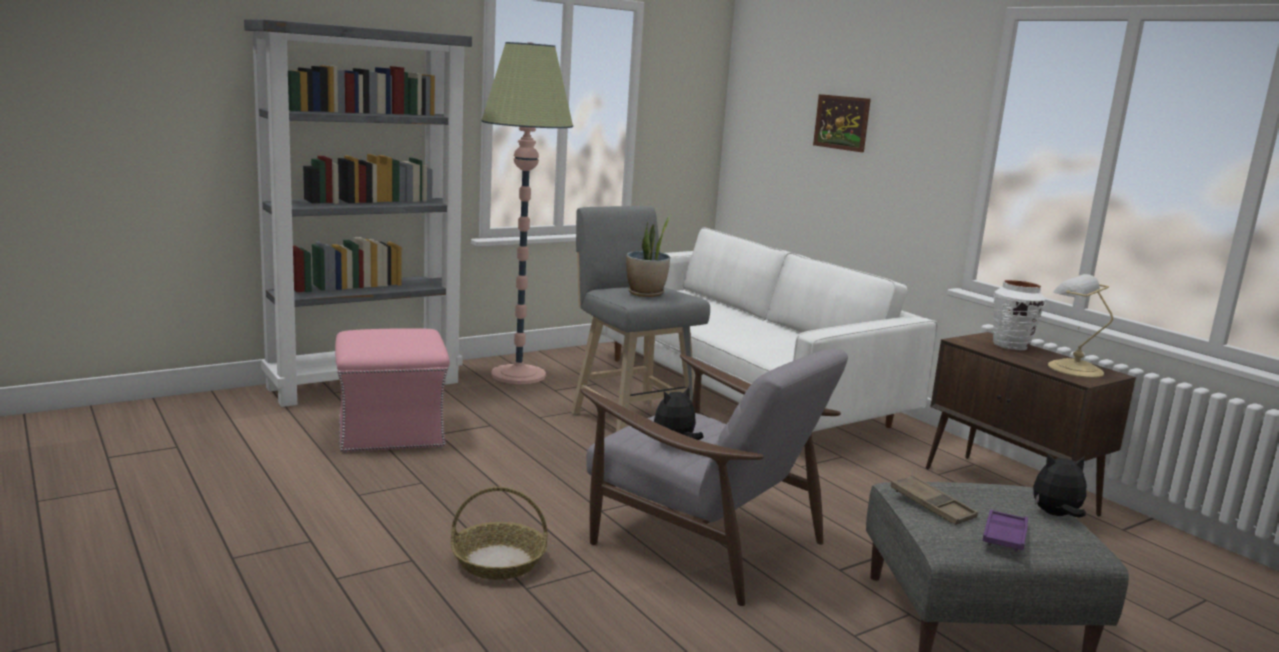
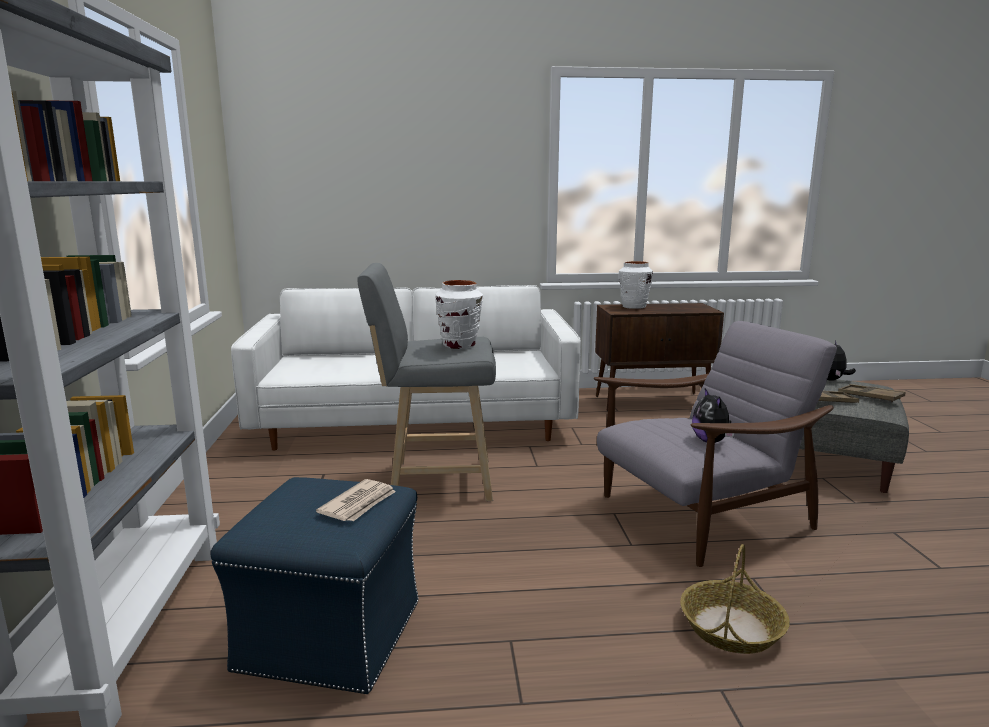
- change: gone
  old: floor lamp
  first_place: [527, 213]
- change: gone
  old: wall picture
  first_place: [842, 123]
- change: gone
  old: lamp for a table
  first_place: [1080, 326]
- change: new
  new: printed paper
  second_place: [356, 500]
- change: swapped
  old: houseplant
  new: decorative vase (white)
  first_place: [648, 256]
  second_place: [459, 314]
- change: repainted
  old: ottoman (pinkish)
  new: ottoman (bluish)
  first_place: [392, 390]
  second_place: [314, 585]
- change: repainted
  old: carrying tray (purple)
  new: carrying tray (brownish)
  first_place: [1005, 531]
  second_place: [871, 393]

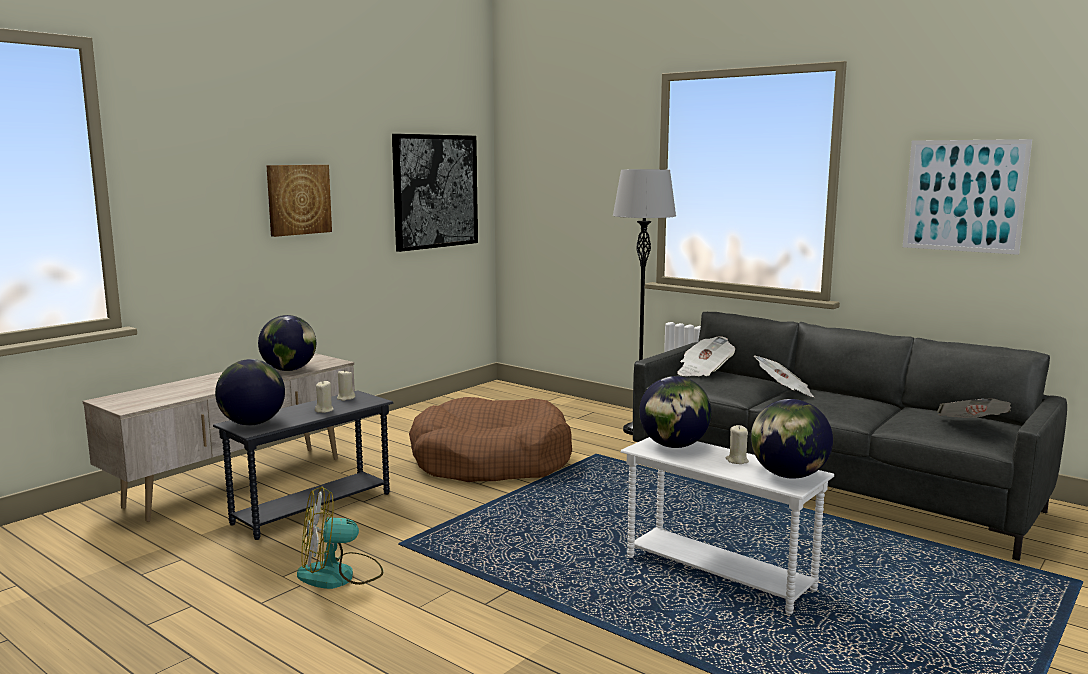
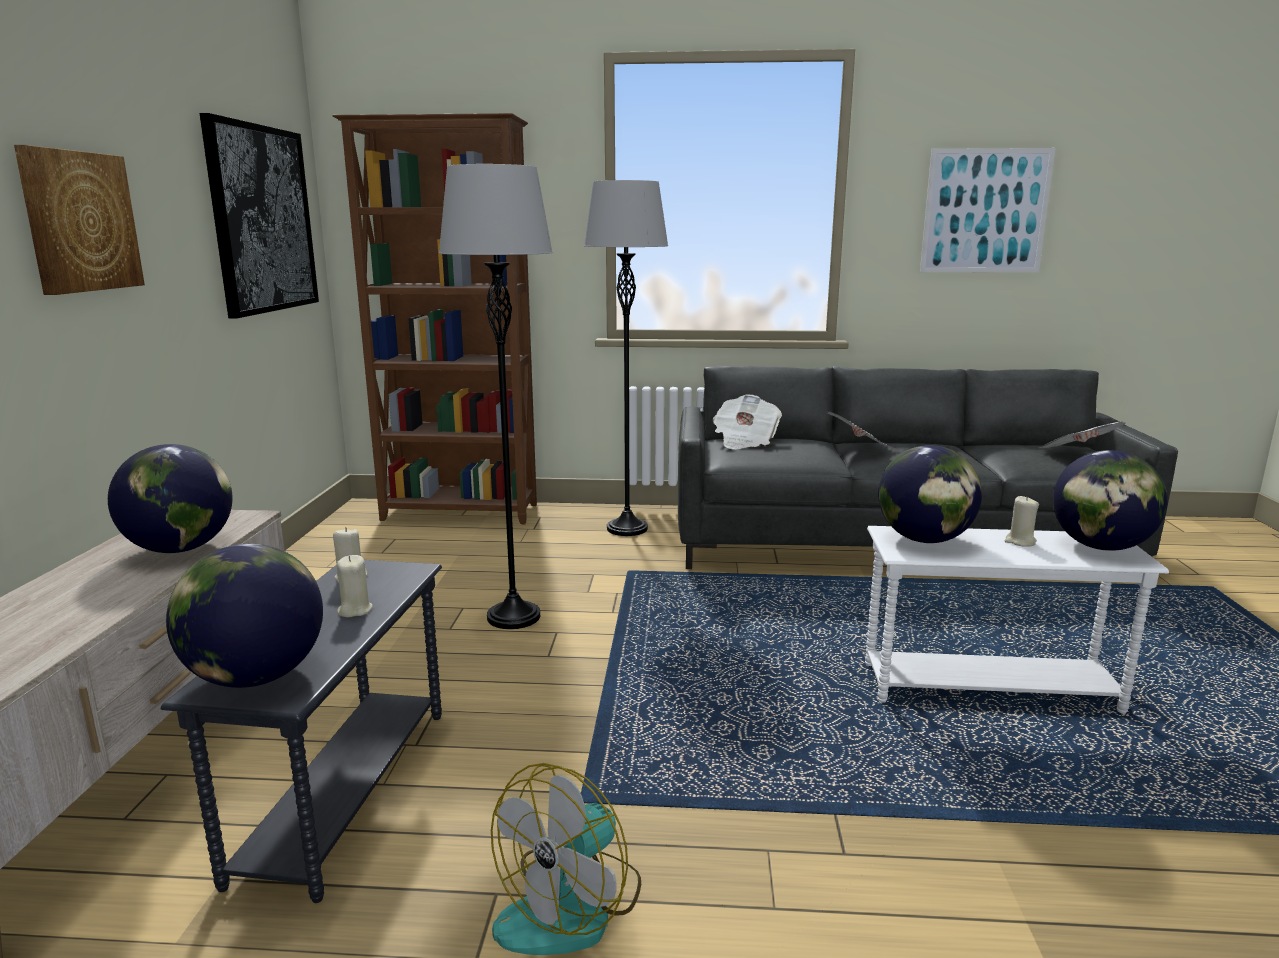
- change: new
  new: shelving unit (brownish)
  second_place: [435, 318]
- change: swapped
  old: dog bed (brownish)
  new: floor lamp (gray)
  first_place: [490, 439]
  second_place: [496, 396]

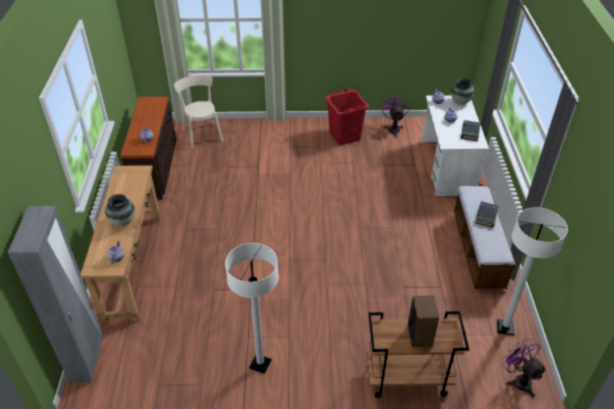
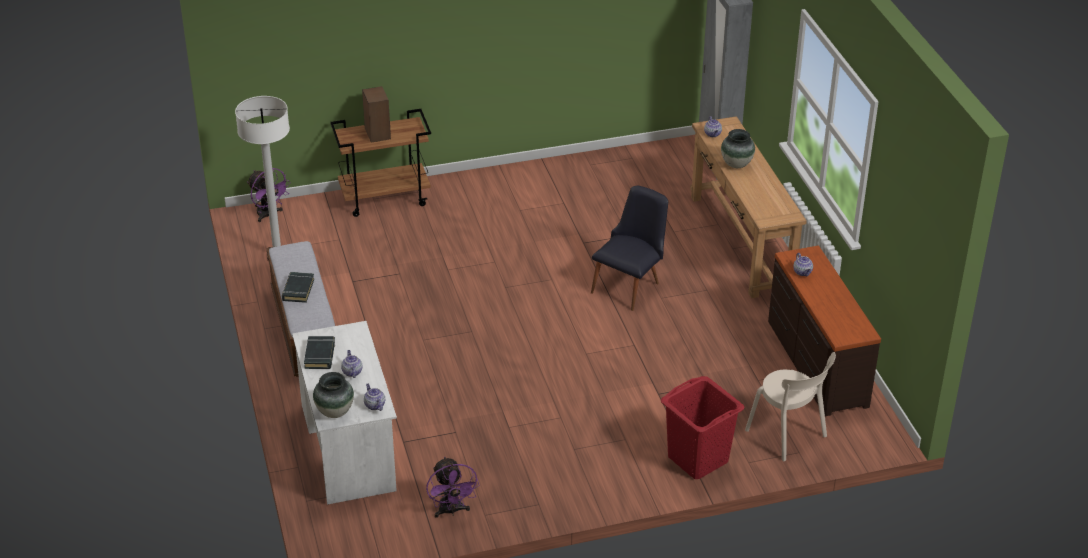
- change: gone
  old: floor lamp (white)
  first_place: [251, 308]
- change: new
  new: plain chair (blackish)
  second_place: [629, 248]
- change: shifted
  old: hamper (red-coloured)
  first_place: [347, 117]
  second_place: [703, 427]

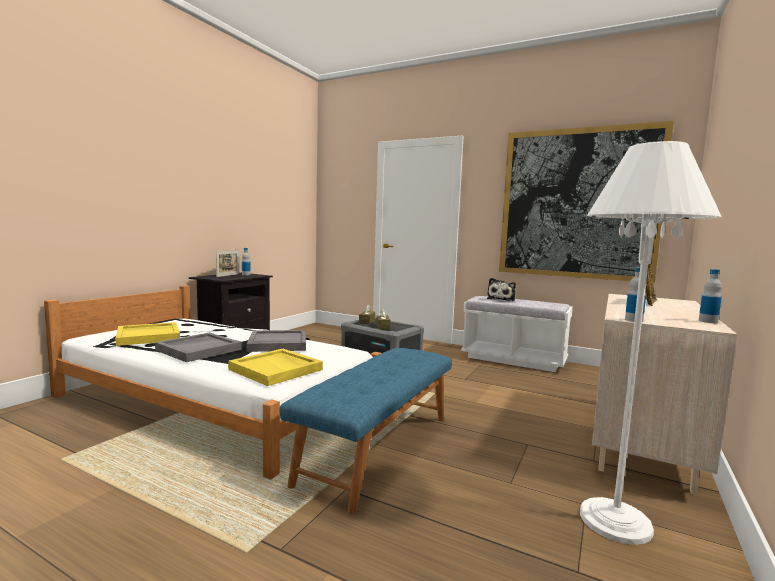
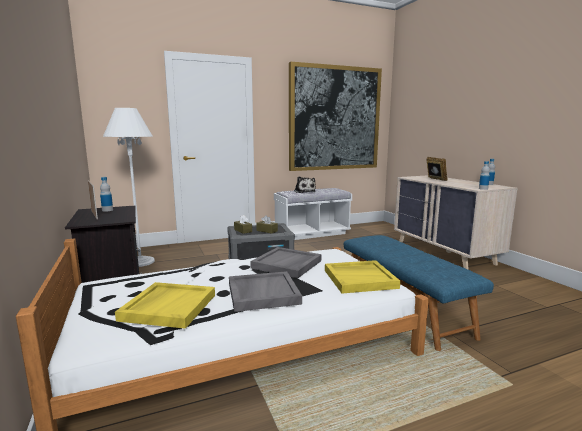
- change: shifted
  old: floor lamp (white)
  first_place: [651, 343]
  second_place: [129, 187]

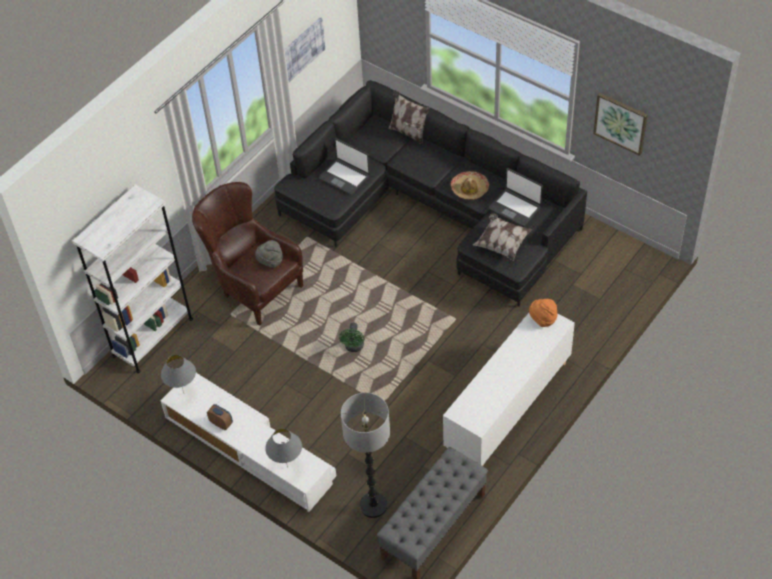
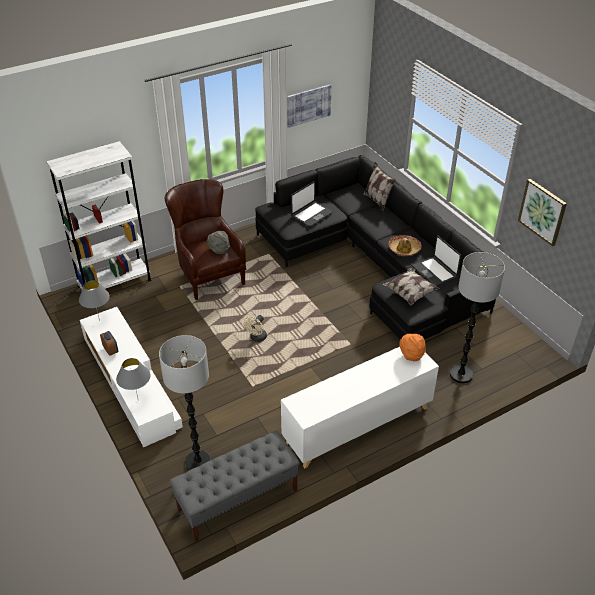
- change: new
  new: floor lamp
  second_place: [477, 318]
- change: repainted
  old: electric fan (greenish)
  new: electric fan (beige)
  first_place: [351, 337]
  second_place: [255, 328]
- change: rotated
  old: notebook computer
  first_place: [344, 166]
  second_place: [312, 204]
  degrees: -105

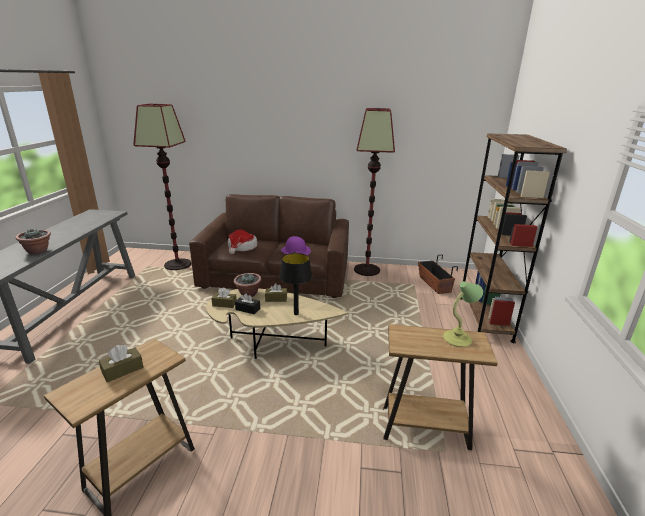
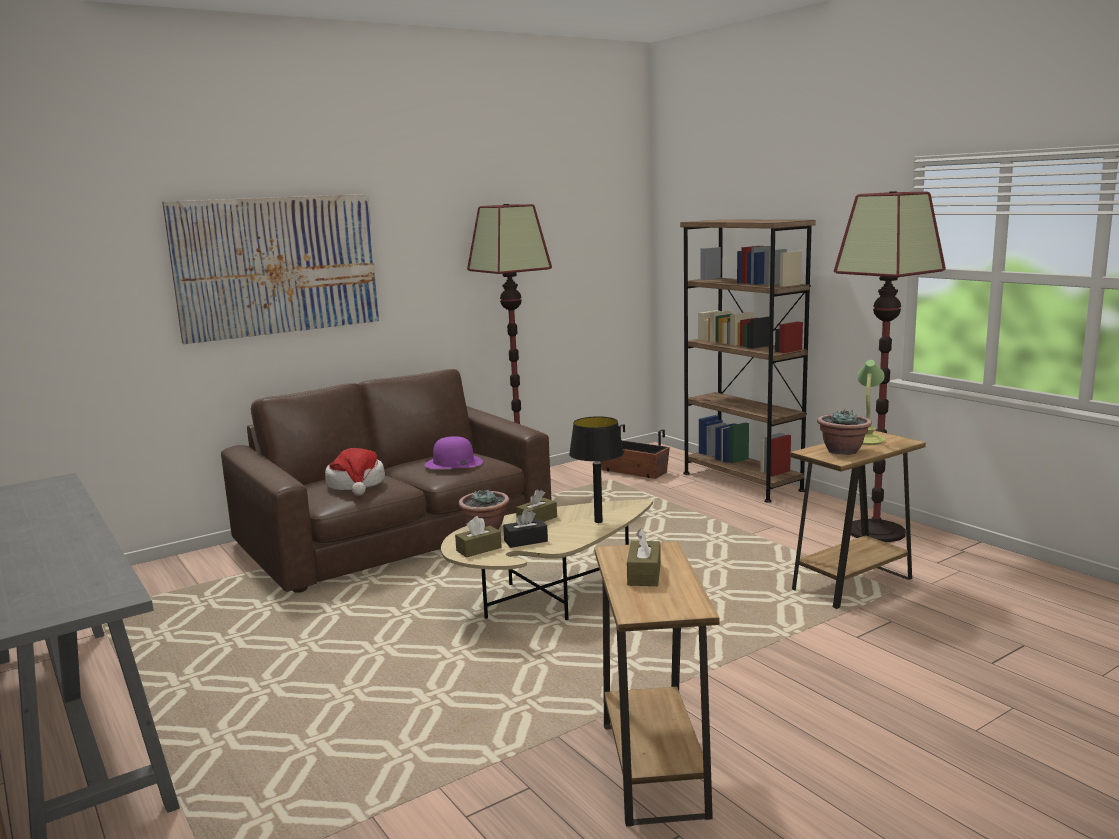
- change: new
  new: wall picture
  second_place: [270, 269]
- change: shifted
  old: houseplant
  first_place: [33, 241]
  second_place: [844, 432]
- change: shifted
  old: floor lamp
  first_place: [162, 187]
  second_place: [890, 366]

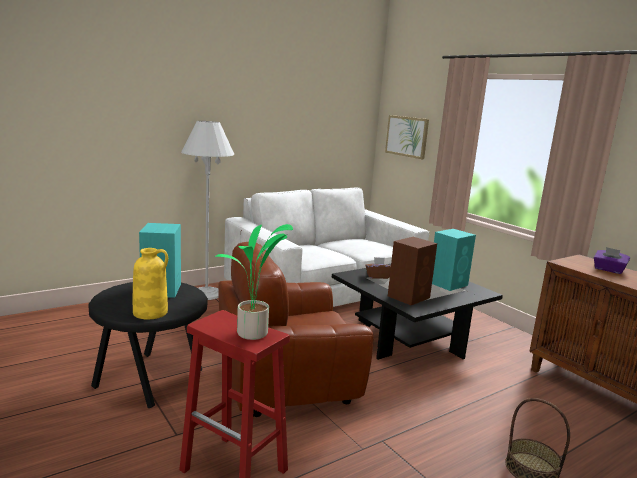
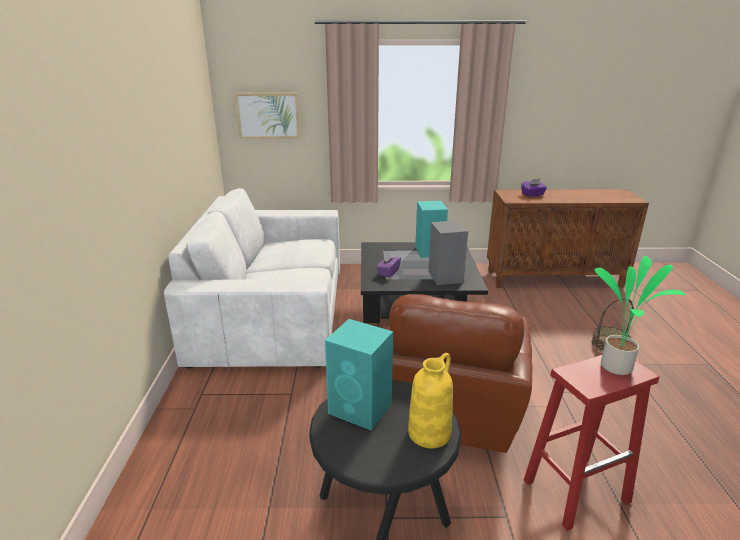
- change: gone
  old: floor lamp (white)
  first_place: [207, 210]
- change: repainted
  old: box of tissues (brownish)
  new: box of tissues (purple)
  first_place: [378, 268]
  second_place: [389, 265]
- change: repainted
  old: loudspeaker (brownish)
  new: loudspeaker (gray)
  first_place: [412, 271]
  second_place: [448, 252]

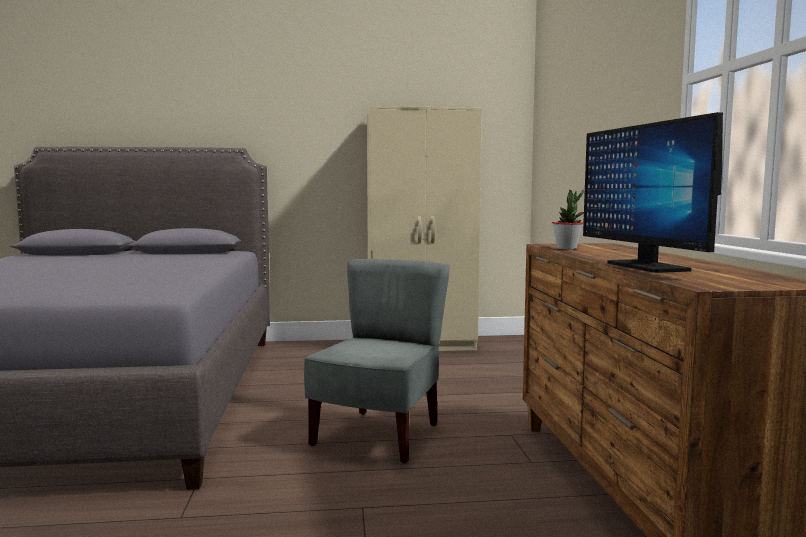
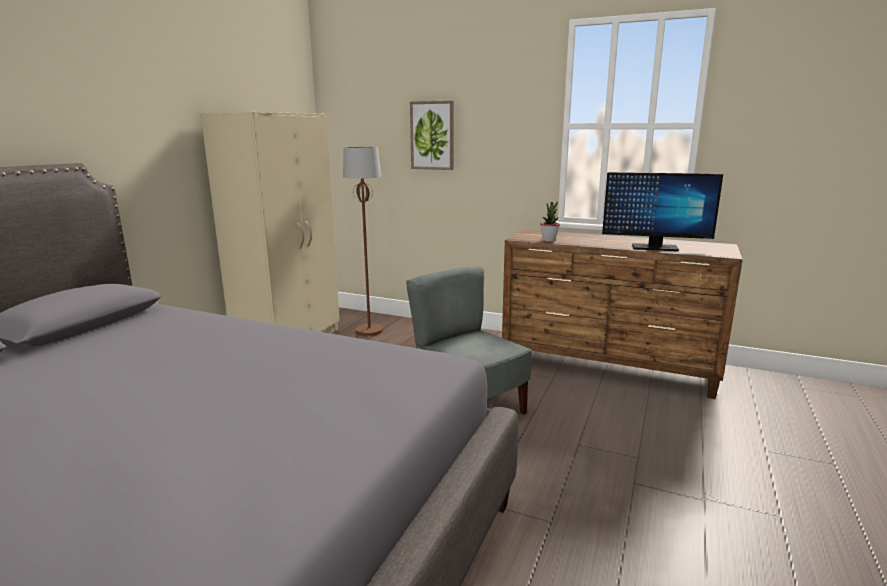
- change: new
  new: floor lamp (brownish)
  second_place: [363, 241]
- change: new
  new: wall picture
  second_place: [432, 135]

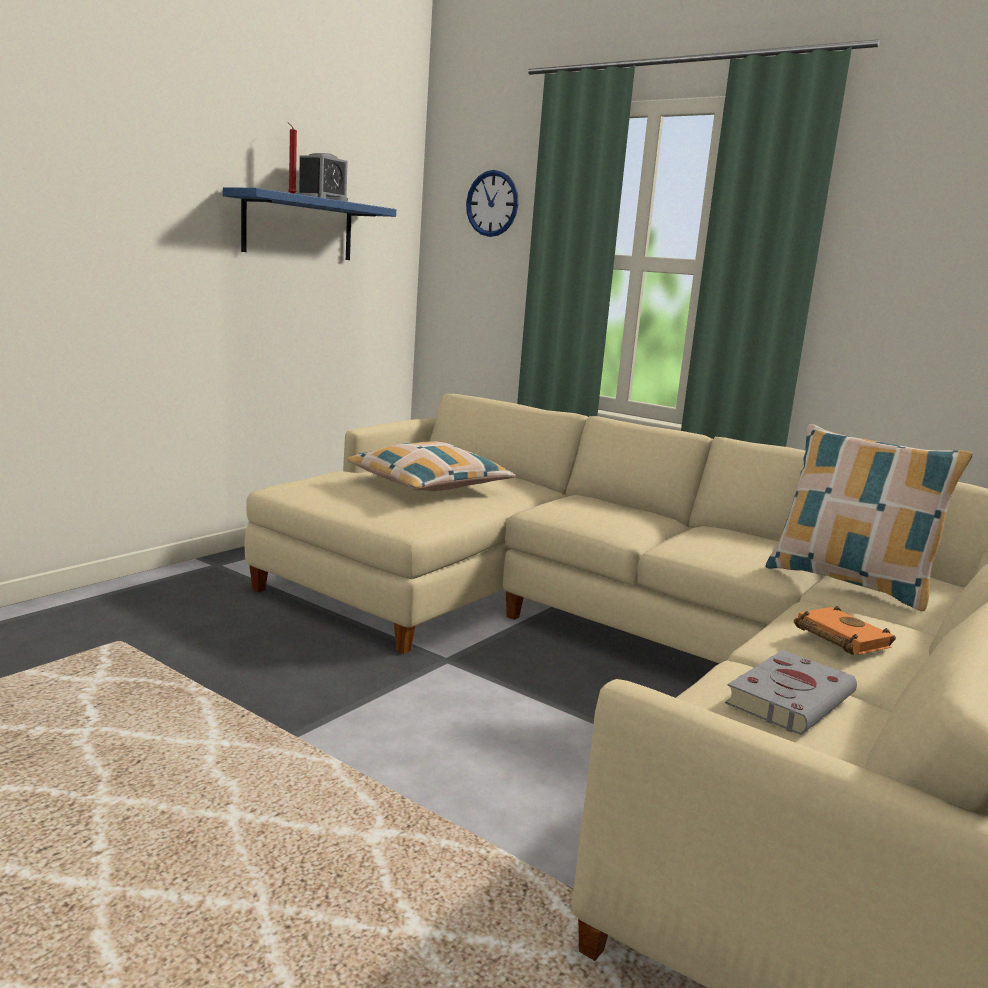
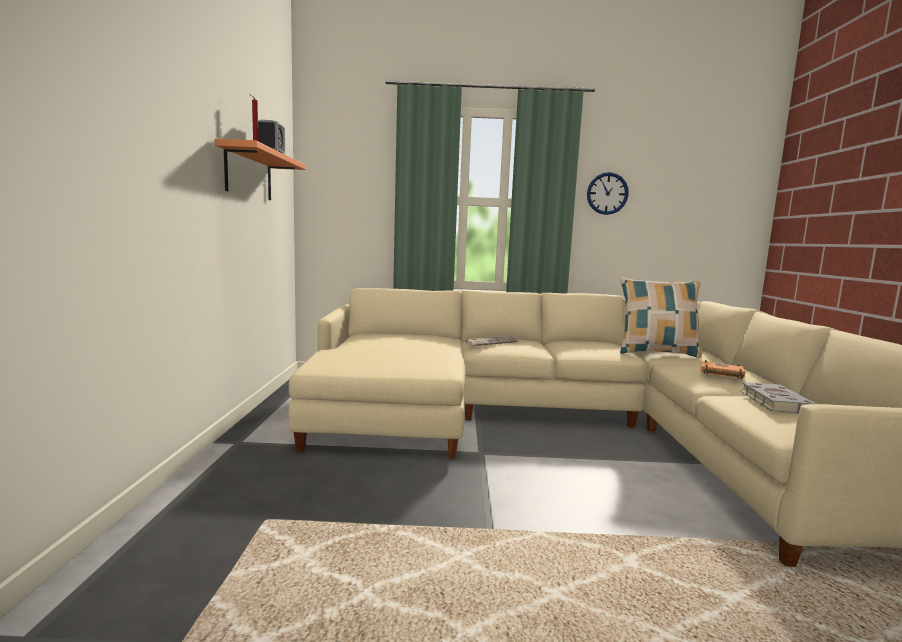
- change: gone
  old: cushion
  first_place: [431, 466]
- change: new
  new: printed paper
  second_place: [491, 340]
- change: shifted
  old: clock on the wall
  first_place: [492, 203]
  second_place: [608, 193]
- change: repainted
  old: wall shelf (bluish)
  new: wall shelf (orangey)
  first_place: [309, 223]
  second_place: [260, 169]

